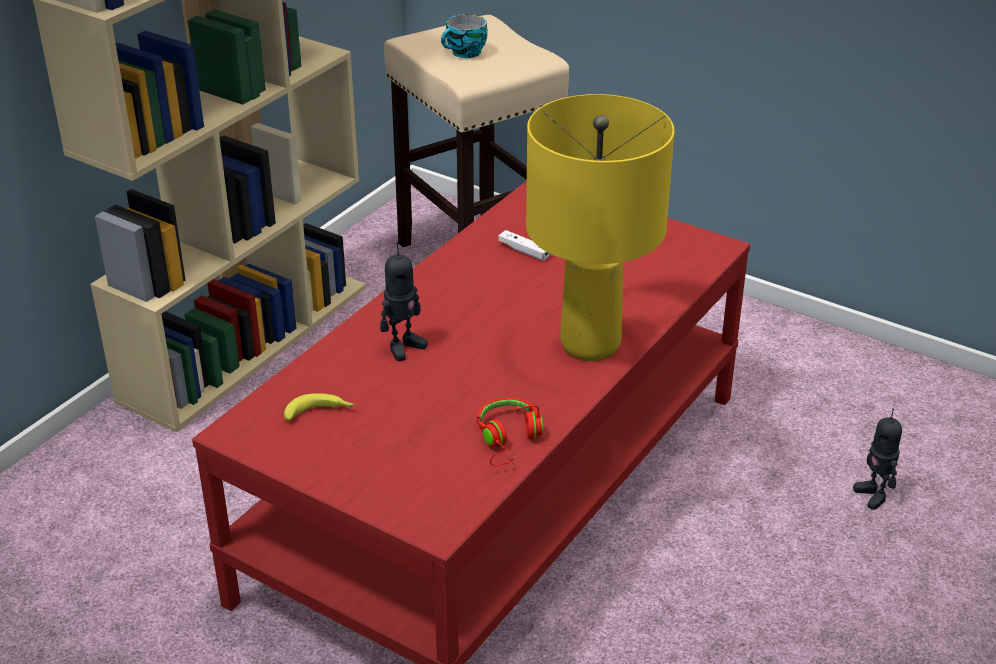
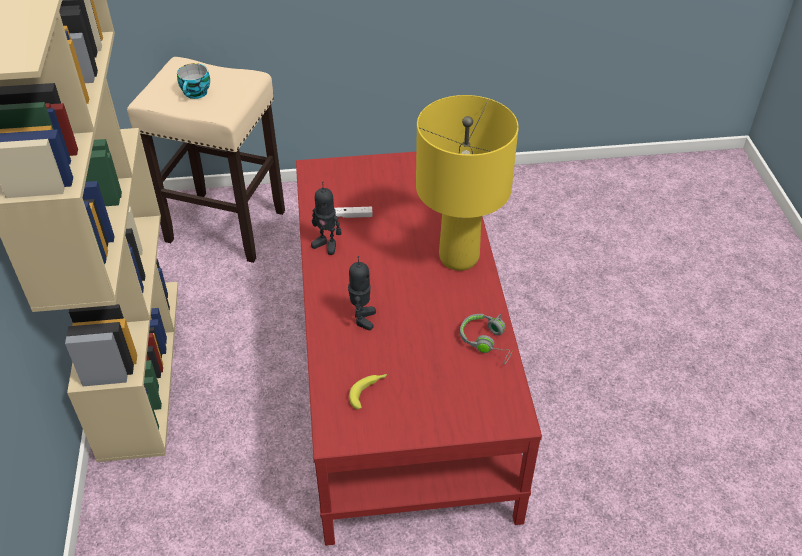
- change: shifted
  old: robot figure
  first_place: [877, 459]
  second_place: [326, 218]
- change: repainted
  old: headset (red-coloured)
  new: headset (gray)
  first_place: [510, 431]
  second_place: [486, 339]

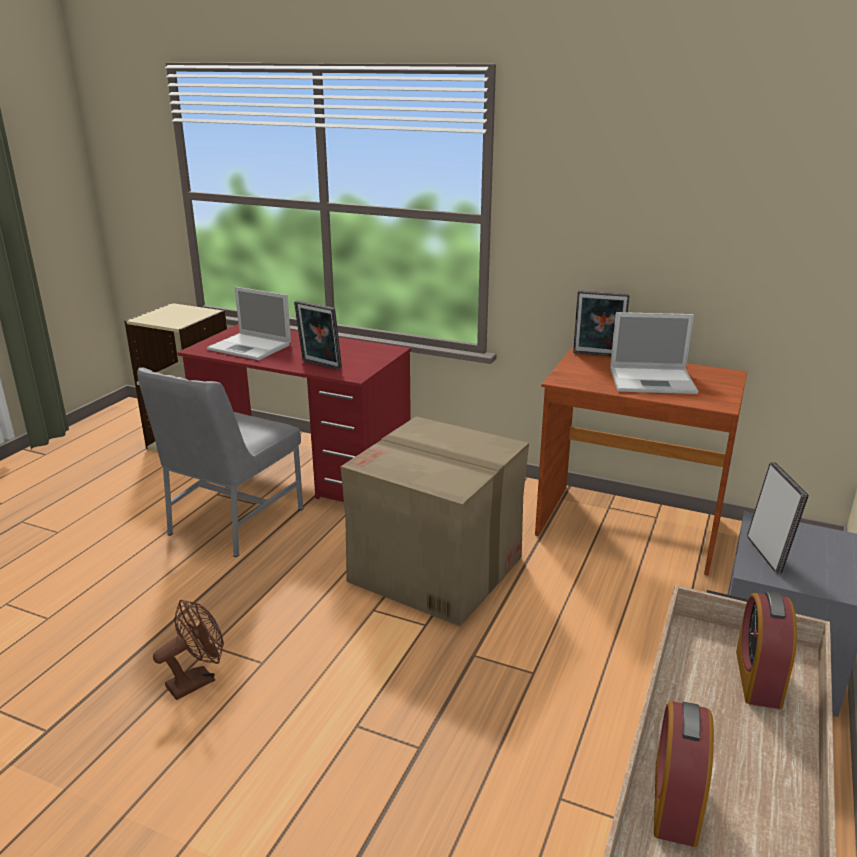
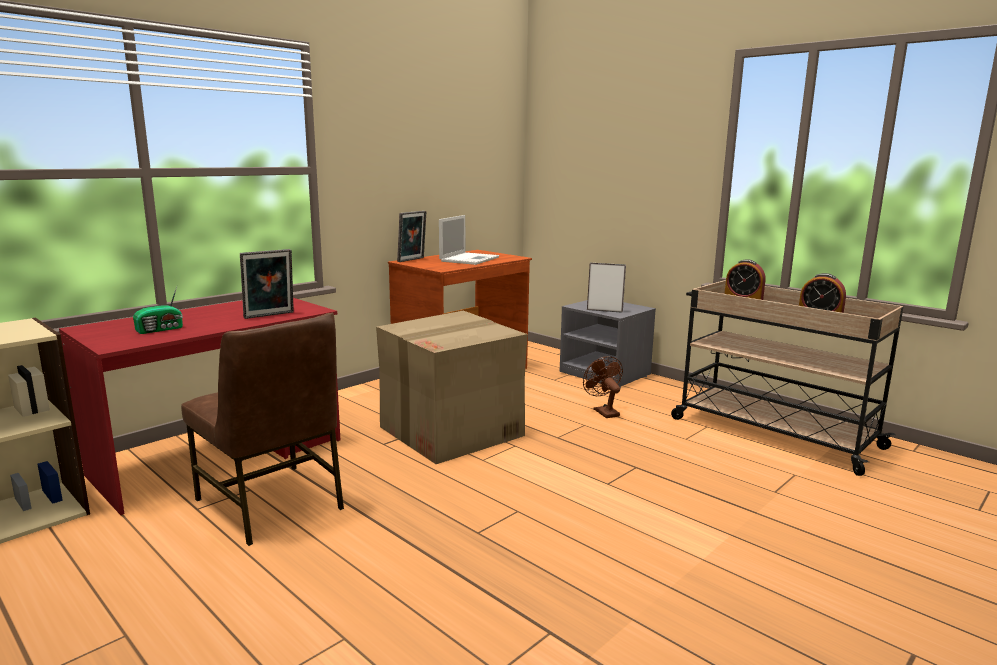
- change: shifted
  old: electric fan (brownish)
  first_place: [188, 650]
  second_place: [603, 387]
- change: swapped
  old: notebook computer
  new: radio receiver
  first_place: [249, 323]
  second_place: [158, 310]
- change: repainted
  old: plain chair (gray)
  new: plain chair (brownish)
  first_place: [220, 462]
  second_place: [262, 429]

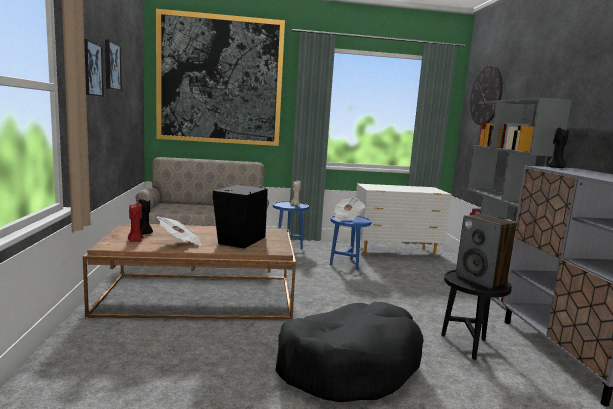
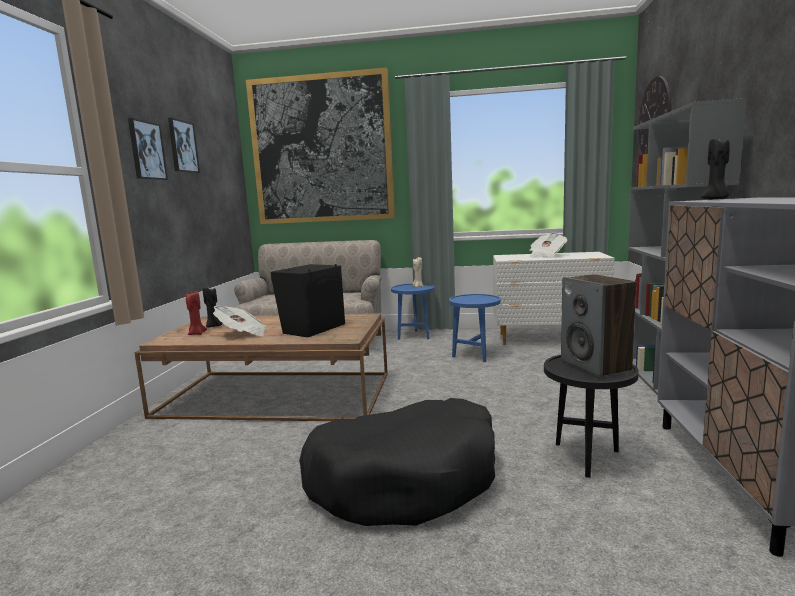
- change: shifted
  old: printed paper
  first_place: [349, 209]
  second_place: [548, 245]

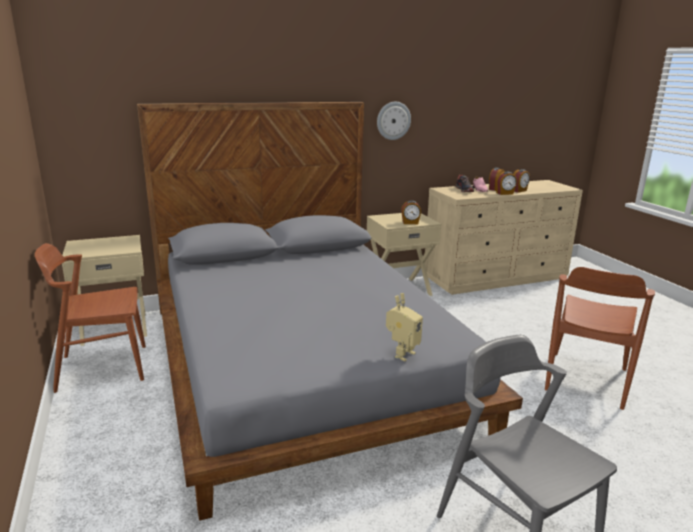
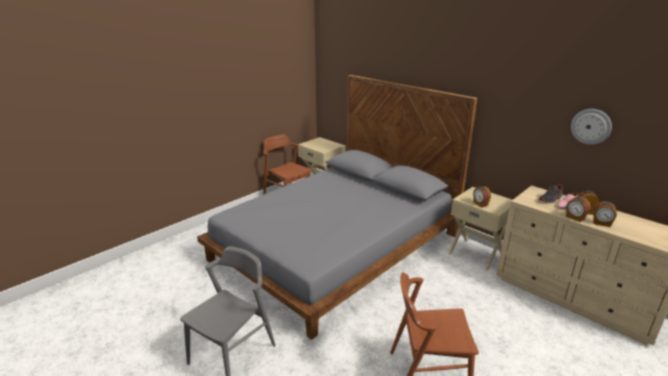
- change: gone
  old: robot figure
  first_place: [404, 327]
- change: shifted
  old: clock on the wall
  first_place: [394, 121]
  second_place: [591, 127]

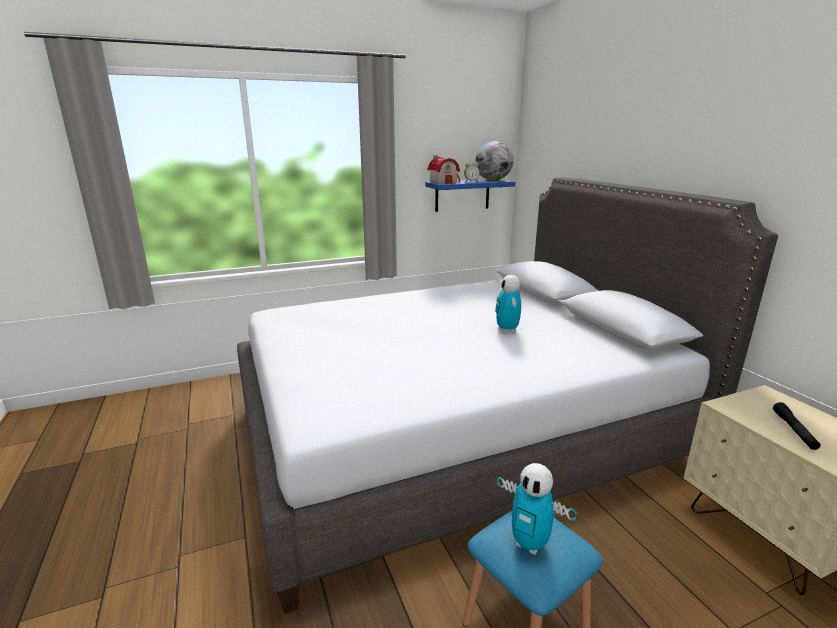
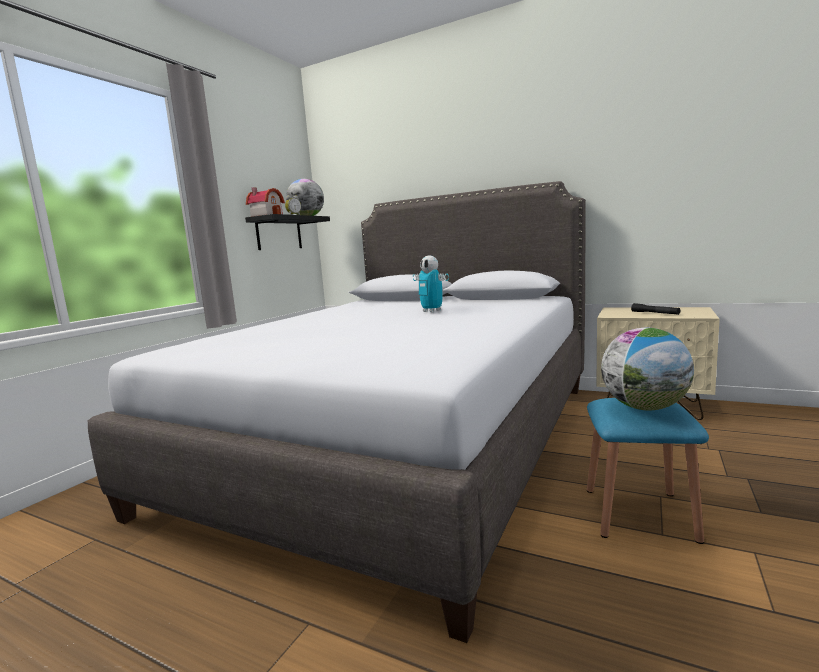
- change: swapped
  old: robot figure
  new: desk globe
  first_place: [537, 509]
  second_place: [647, 369]
- change: repainted
  old: wall shelf (bluish)
  new: wall shelf (blackish)
  first_place: [470, 195]
  second_place: [287, 232]

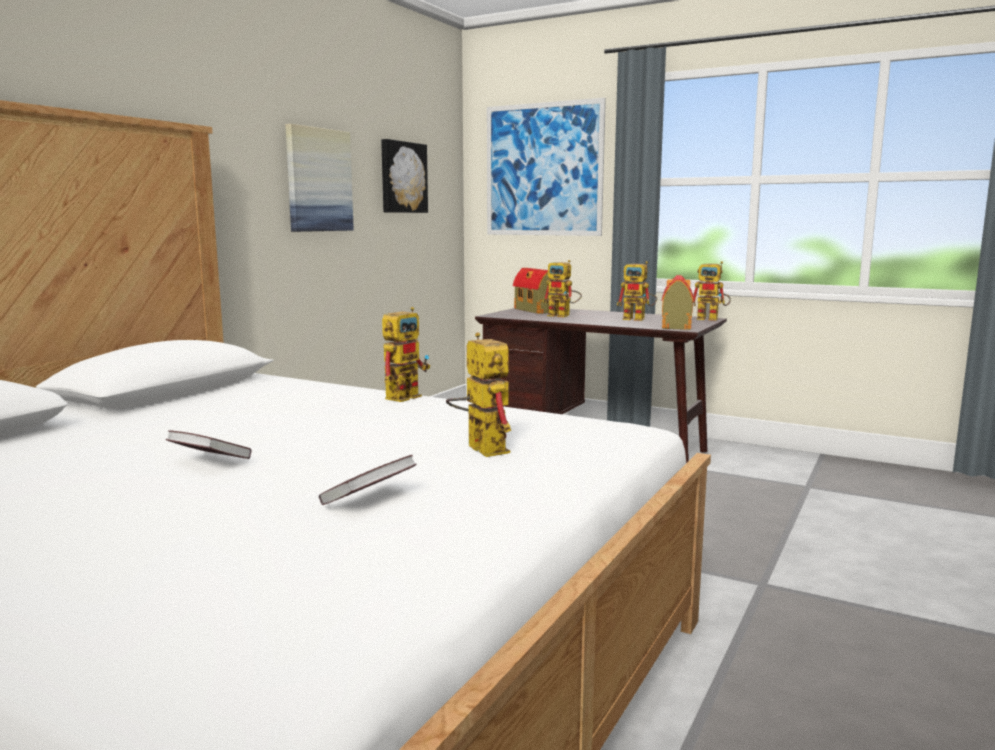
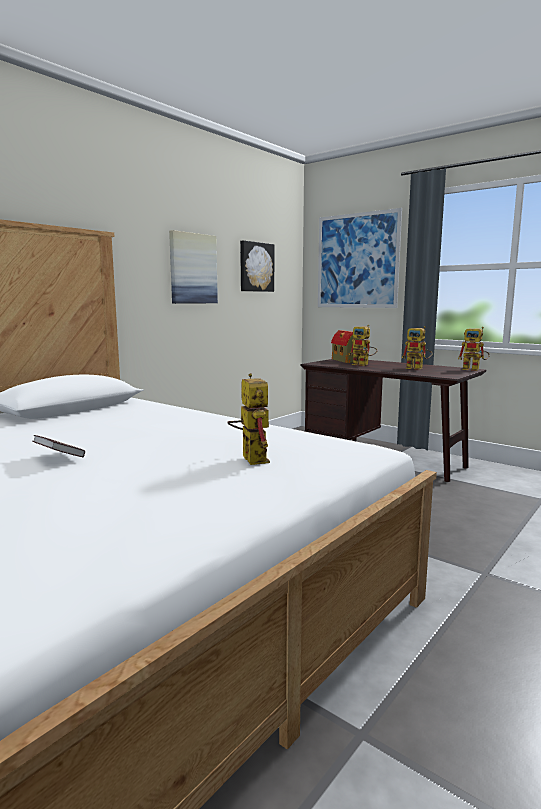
- change: gone
  old: volume
  first_place: [368, 480]
- change: gone
  old: robot figure
  first_place: [406, 354]
- change: gone
  old: miniature house
  first_place: [677, 302]

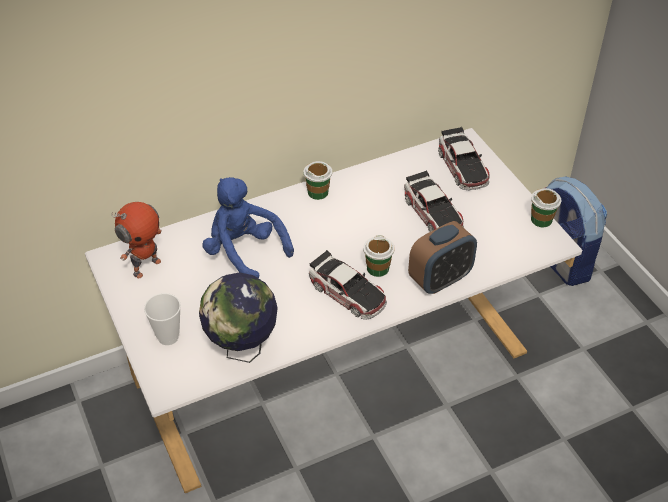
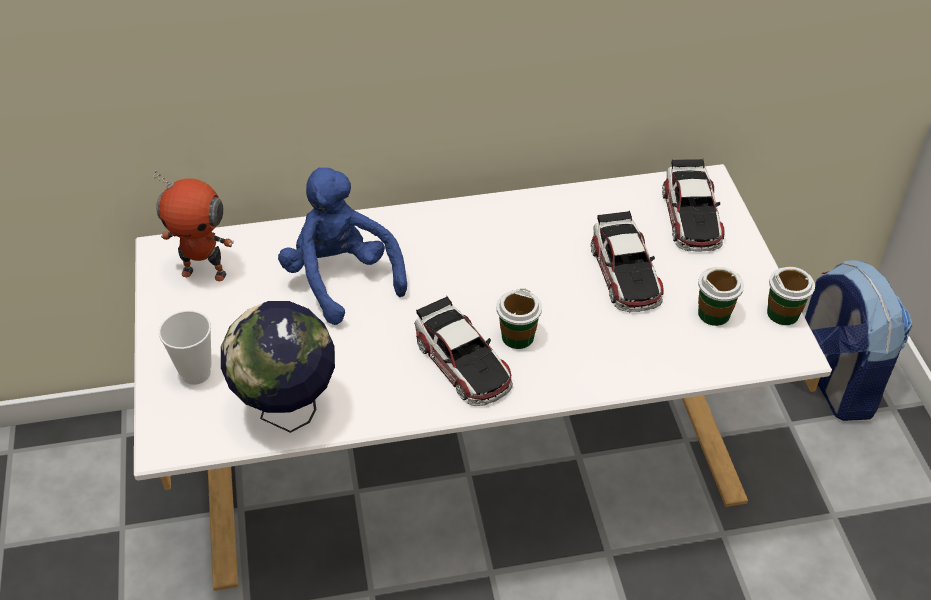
- change: gone
  old: table clock
  first_place: [442, 257]
- change: shifted
  old: cup
  first_place: [318, 180]
  second_place: [721, 296]
- change: rotated
  old: robot figure
  first_place: [137, 240]
  second_place: [193, 225]
  degrees: 45

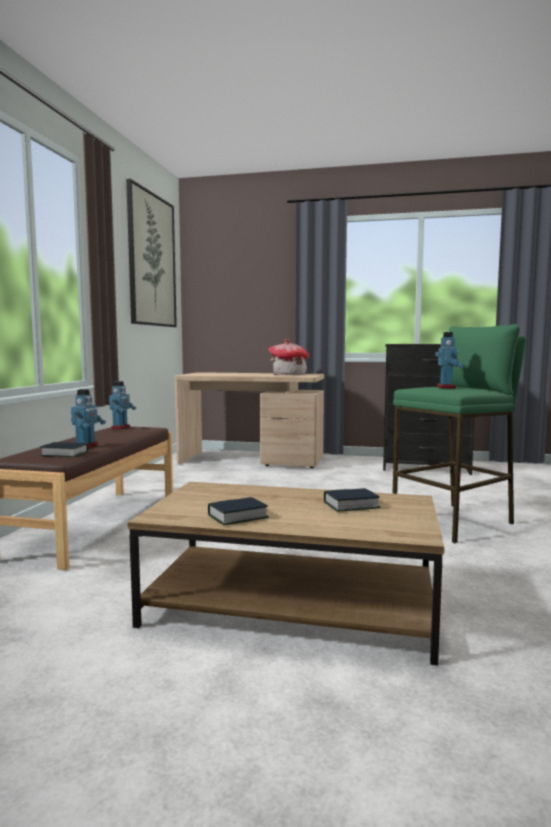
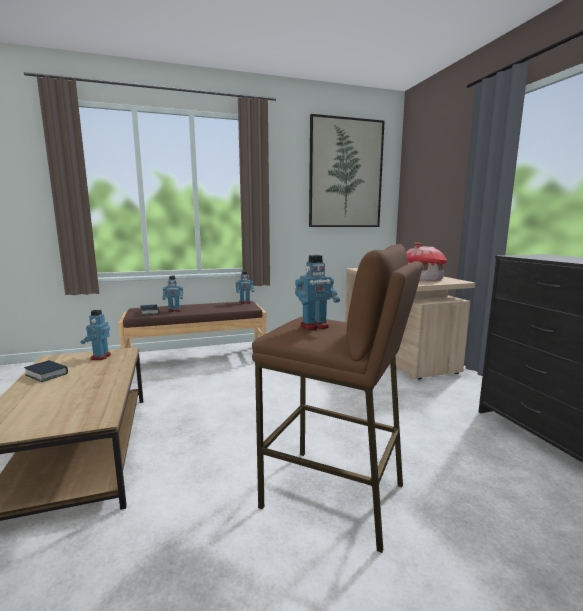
- change: gone
  old: volume
  first_place: [352, 500]
- change: new
  new: robot figure
  second_place: [95, 335]
- change: repainted
  old: stool seat (greenish)
  new: stool seat (brownish)
  first_place: [459, 433]
  second_place: [337, 398]

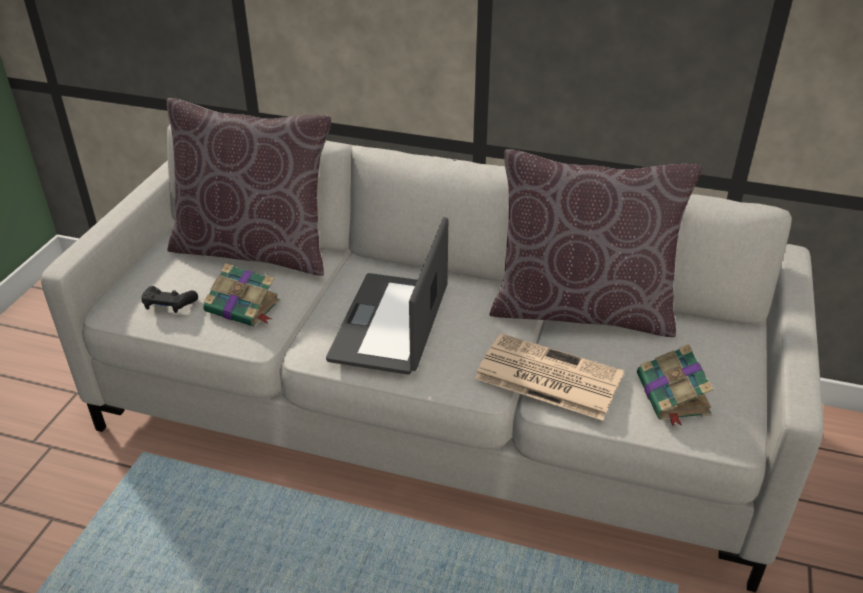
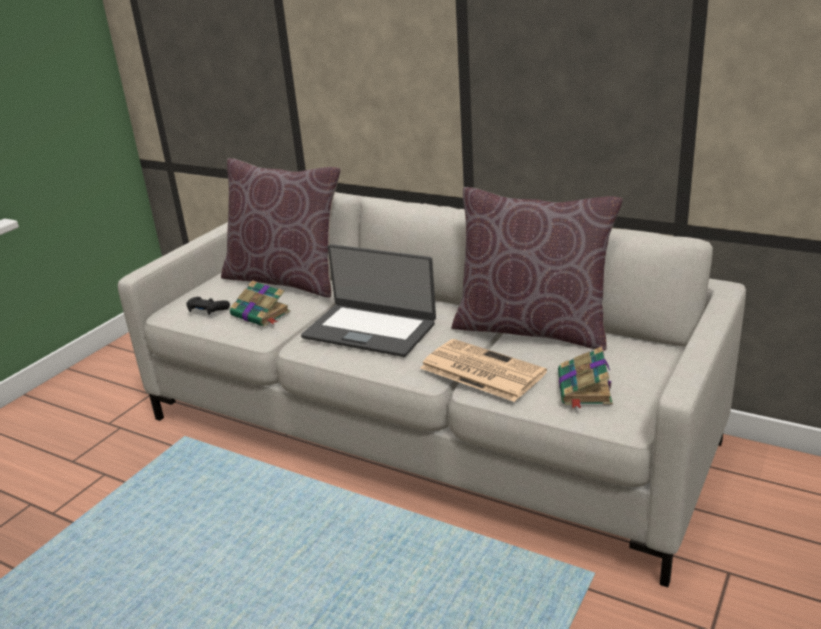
- change: rotated
  old: notebook computer
  first_place: [387, 296]
  second_place: [368, 300]
  degrees: -90

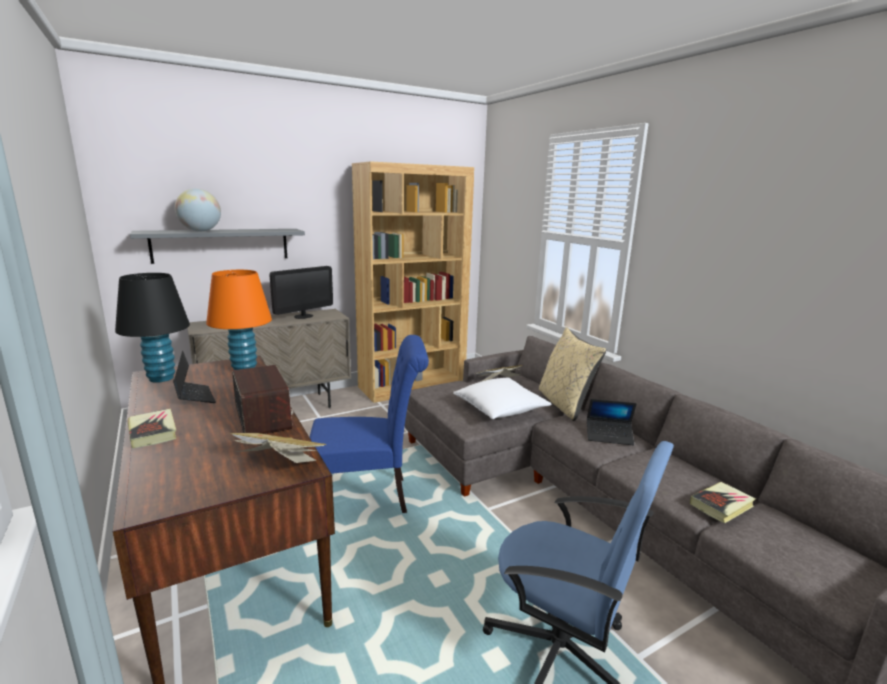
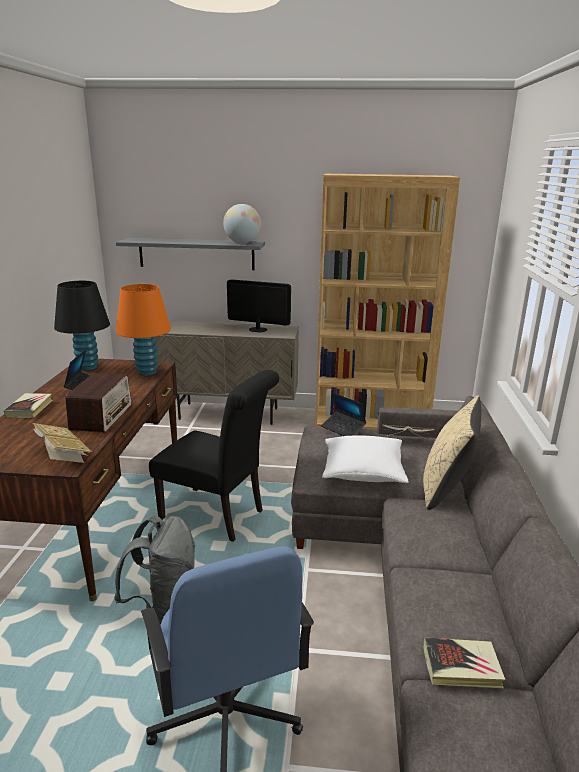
- change: new
  new: backpack (gray)
  second_place: [154, 570]
- change: shifted
  old: desk globe
  first_place: [198, 209]
  second_place: [242, 223]
- change: shifted
  old: notebook computer
  first_place: [611, 422]
  second_place: [343, 414]
- change: repainted
  old: plain chair (bluish)
  new: plain chair (blackish)
  first_place: [369, 424]
  second_place: [214, 456]
- change: rotated
  old: monitor
  first_place: [301, 292]
  second_place: [259, 305]
  degrees: -150

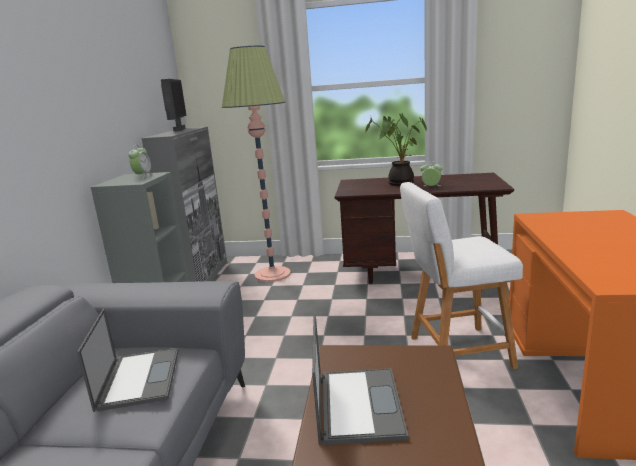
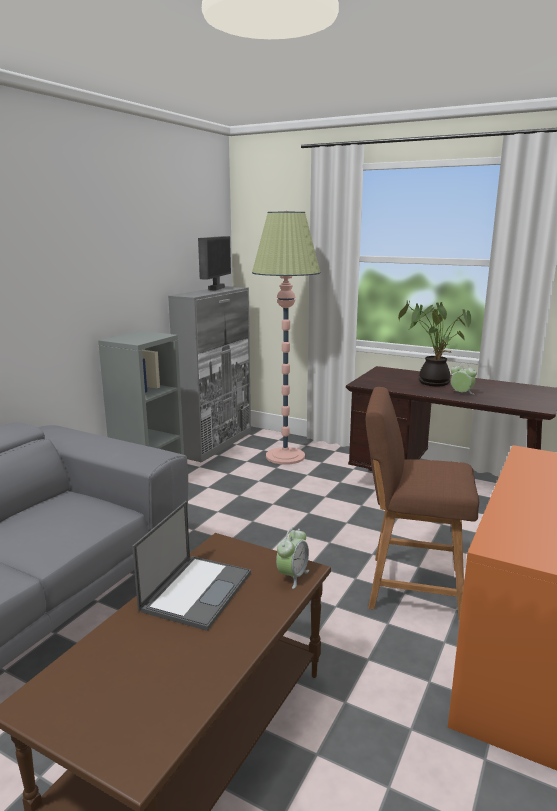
- change: gone
  old: notebook computer
  first_place: [127, 360]
- change: shifted
  old: table clock
  first_place: [140, 161]
  second_place: [292, 558]
- change: repainted
  old: stool seat (white)
  new: stool seat (brownish)
  first_place: [461, 275]
  second_place: [422, 504]

